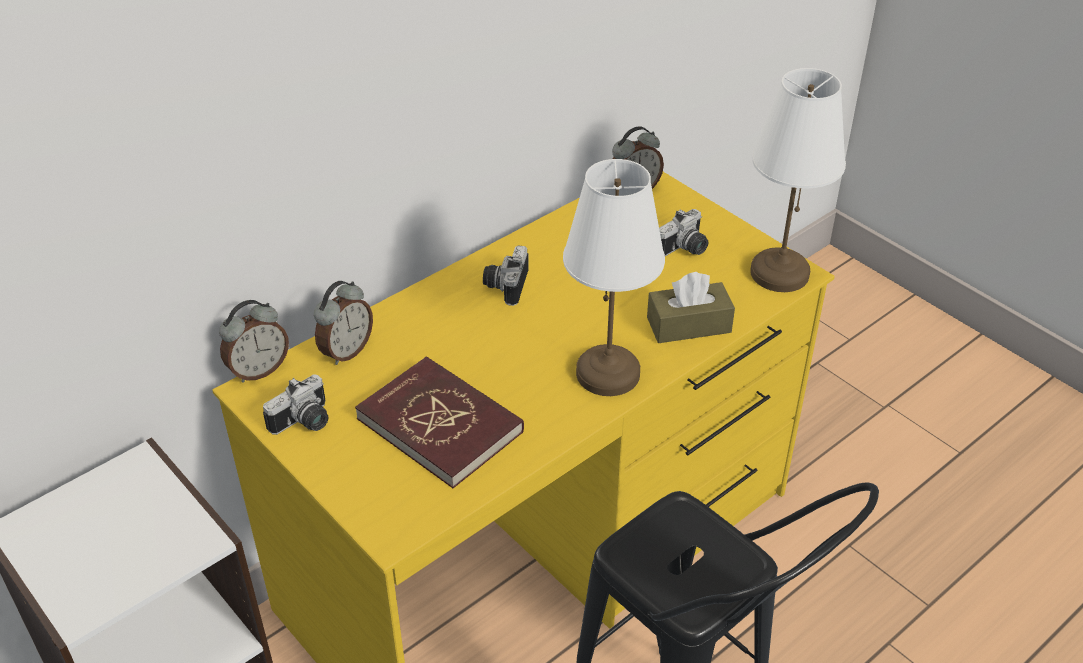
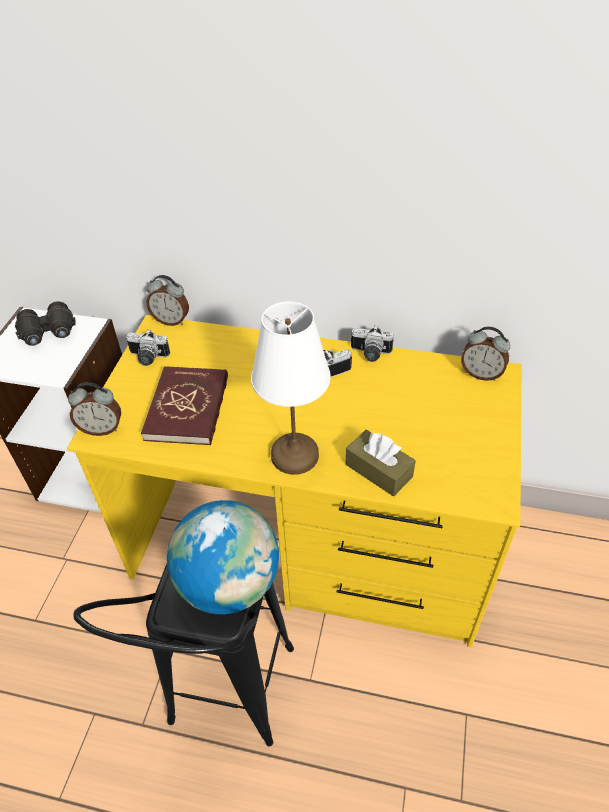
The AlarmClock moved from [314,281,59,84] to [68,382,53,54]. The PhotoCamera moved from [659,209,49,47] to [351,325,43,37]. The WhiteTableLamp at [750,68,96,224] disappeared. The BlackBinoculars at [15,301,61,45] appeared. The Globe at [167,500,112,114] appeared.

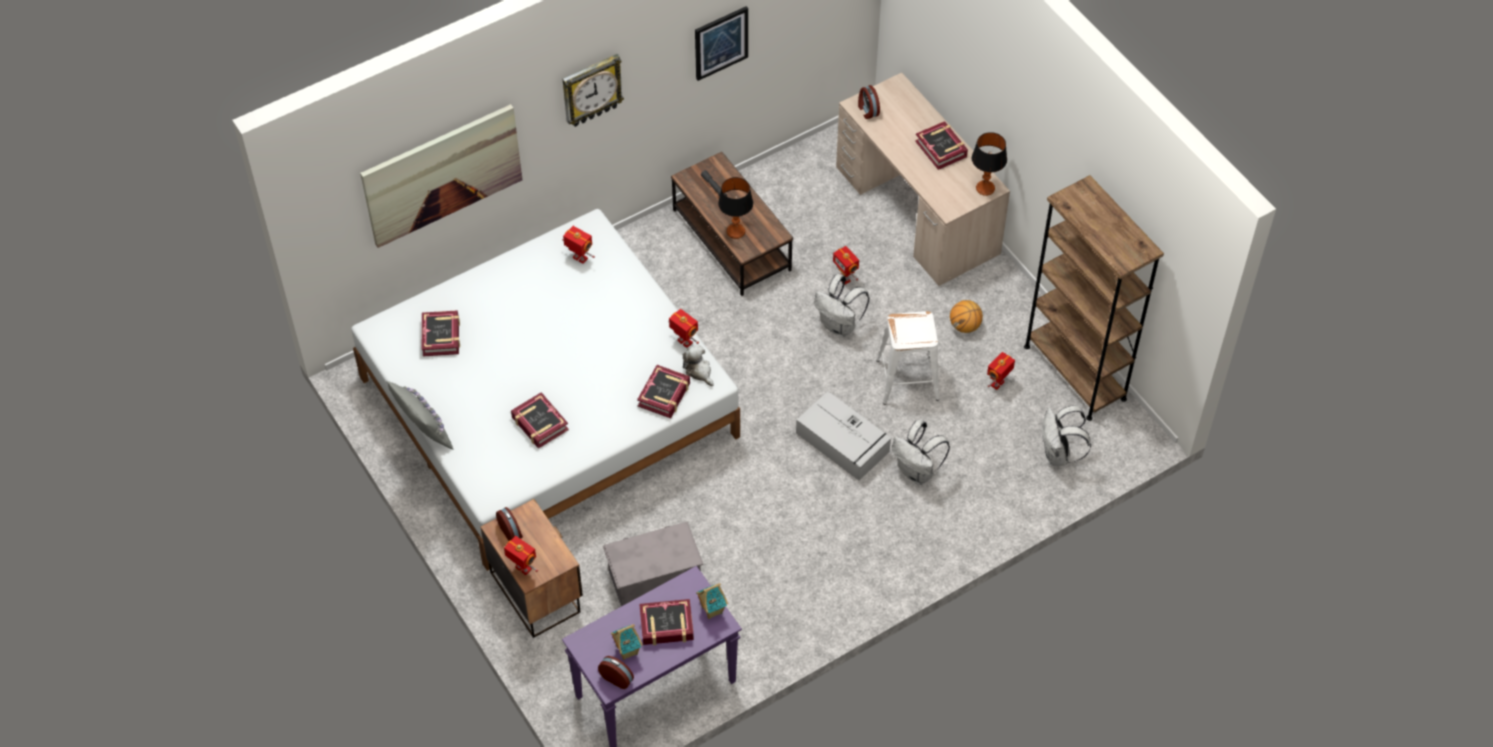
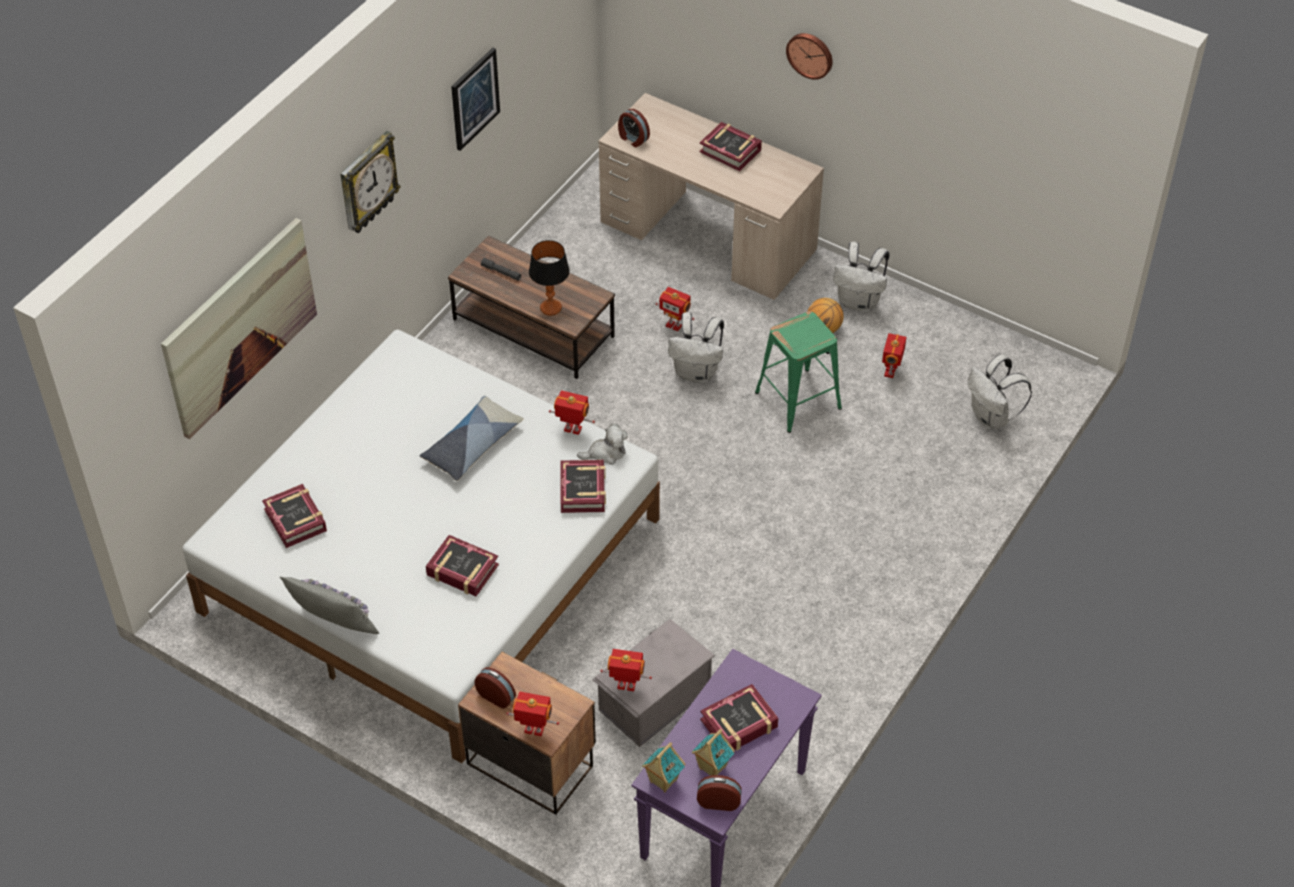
The ToyRobot moved from [562,226,33,38] to [600,649,52,42]. The PlushToy at [683,345,31,41] turned 135 degrees clockwise. The ToyHouse moved from [696,583,32,36] to [642,742,43,51]. The GreyStorageBox at [796,392,96,89] disappeared. The WhiteStool at [877,311,62,94] became the GreenStool at [755,311,87,122]. The WhiteBackpack moved from [892,420,58,65] to [833,242,57,70]. The TableLamp at [972,132,35,64] disappeared. The BrownBookcase at [1024,175,140,246] disappeared. The Pillow at [419,396,104,85] appeared. The WallClock at [786,33,47,47] appeared.

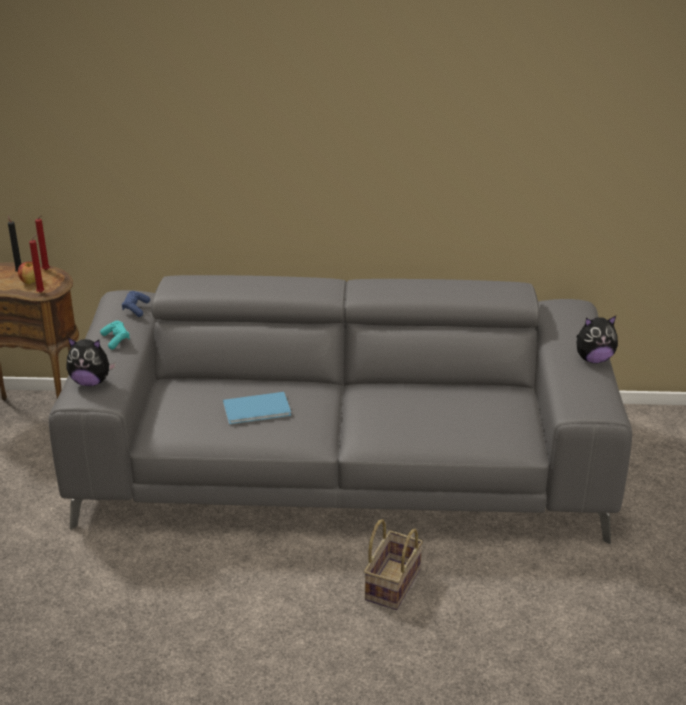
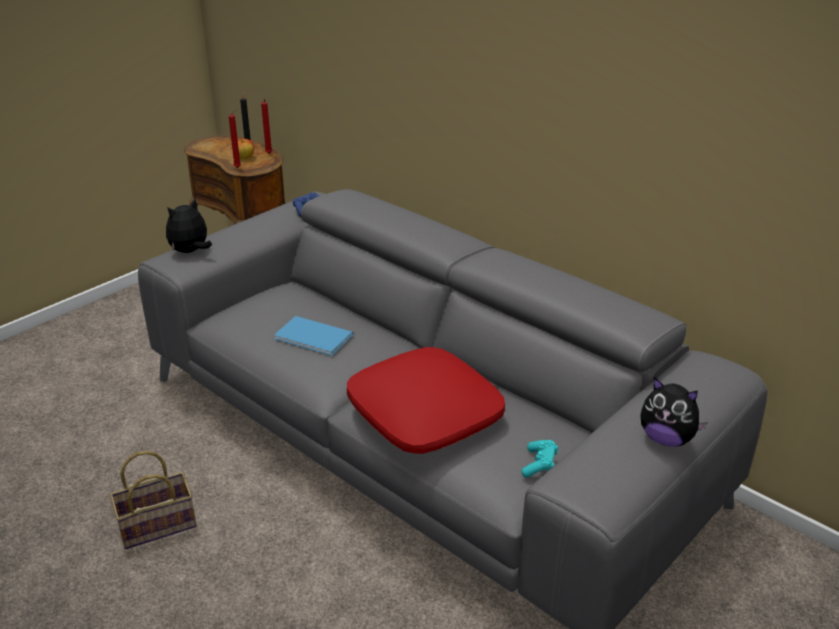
The PlushToy at [66,338,50,48] turned 90 degrees clockwise. The TurquoiseGameController moved from [100,321,30,29] to [521,440,37,38]. The Basket moved from [364,519,59,91] to [110,451,87,98]. The RedPillow at [347,347,158,107] appeared.

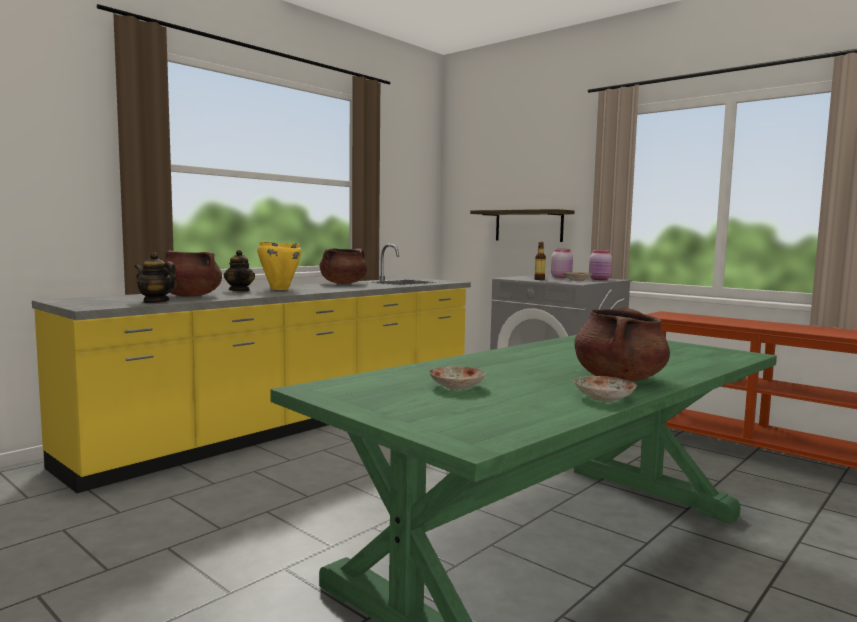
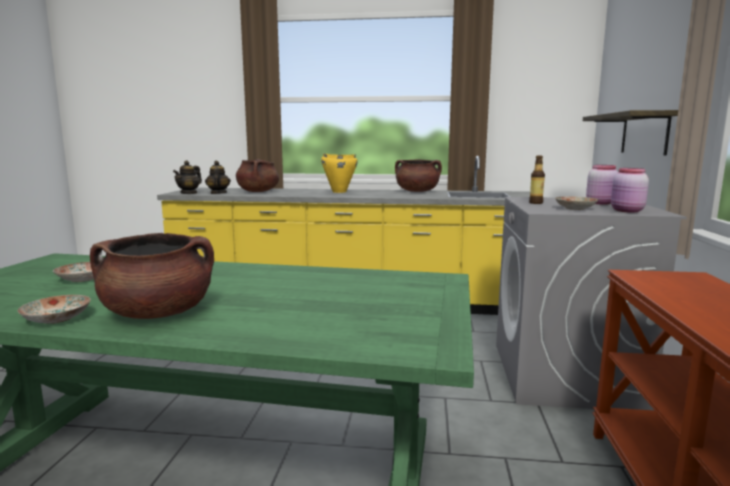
The Teapot moved from [224,250,31,42] to [173,160,29,34].

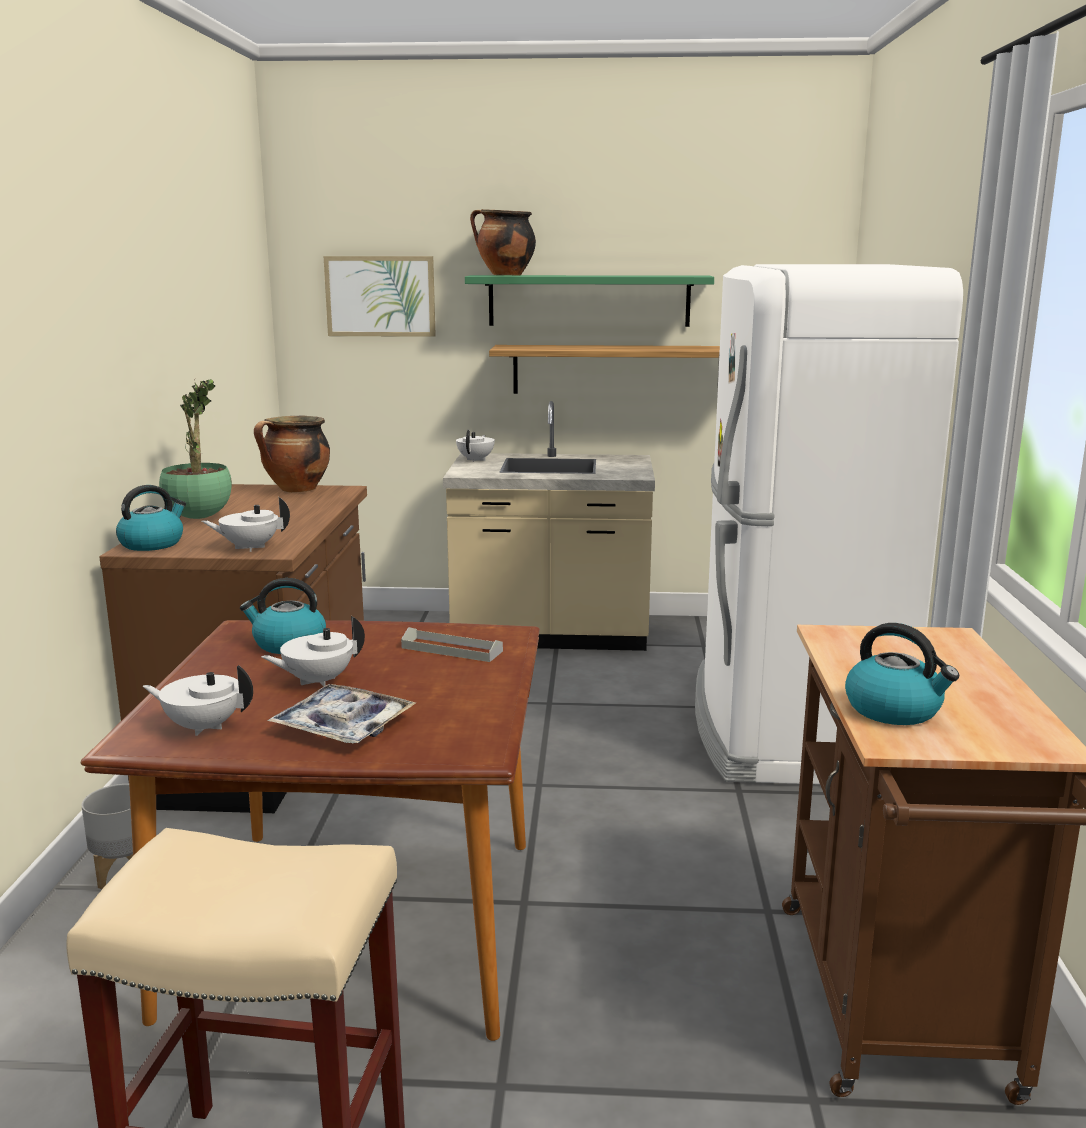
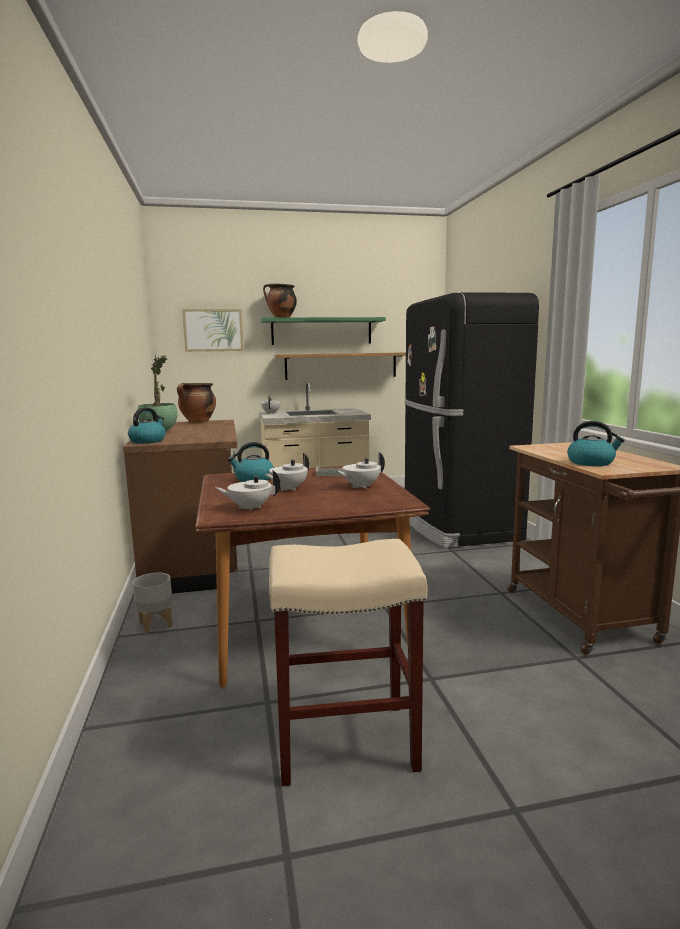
The WhiteTeapot moved from [202,497,88,55] to [335,452,50,37]. The Tray at [267,684,149,59] disappeared. The WhiteFridge at [695,264,268,520] became the BlackFridge at [405,292,134,256].

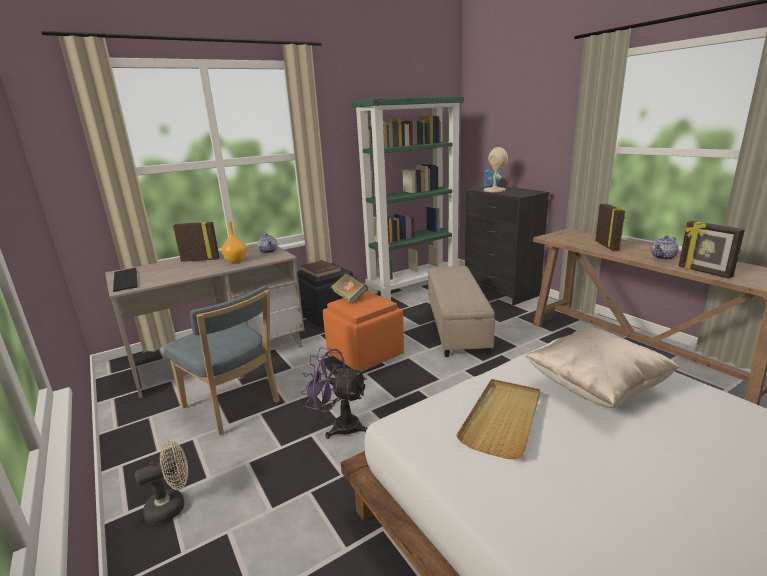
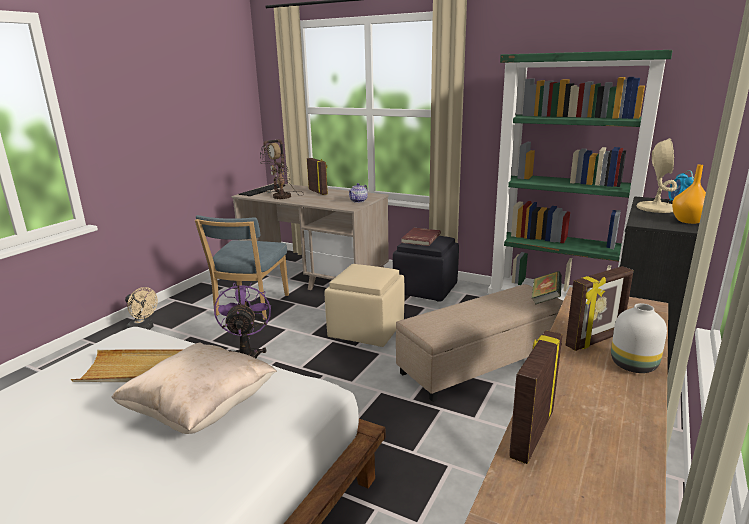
The OrangeVase moved from [221,222,26,41] to [672,165,34,59]. The OrangeOttoman at [323,291,81,81] became the BeigeOttoman at [325,264,79,83]. The Book moved from [331,273,37,31] to [532,271,30,34]. The Teapot at [651,236,28,24] disappeared. The TableLamp at [260,140,44,59] appeared. The WhiteVase at [611,303,56,70] appeared.

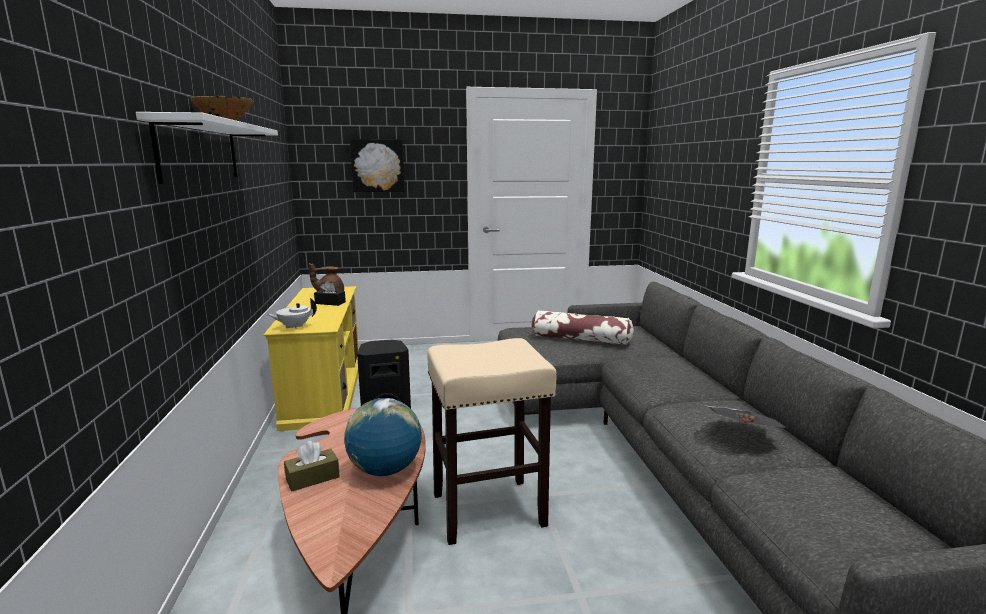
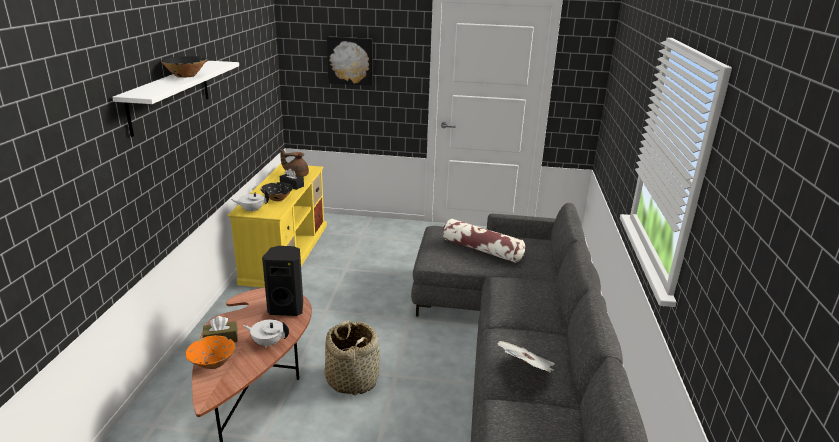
The Globe at [344,398,78,78] was replaced by the WhiteTeapot at [243,319,46,29]. The BeigeStool at [427,338,130,207] was replaced by the Basket at [325,320,55,76]. The OrangeBowl at [186,335,49,34] appeared. The BlackBowl at [260,182,33,19] appeared.

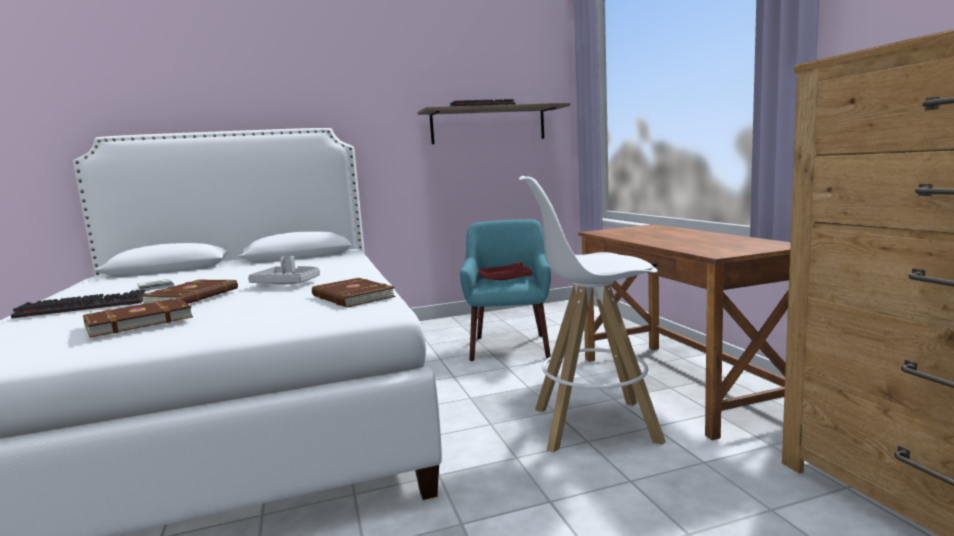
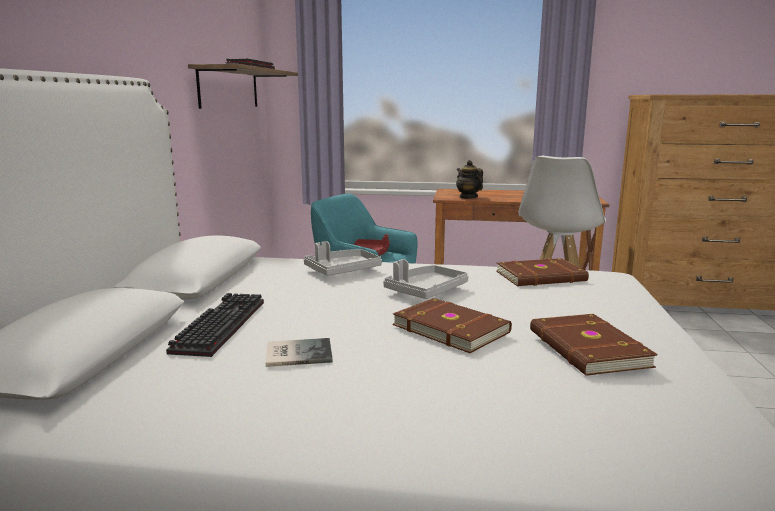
The Keyboard moved from [11,289,136,29] to [166,293,98,64]. The GreyTray at [304,241,78,35] appeared. The Teapot at [456,160,27,39] appeared.

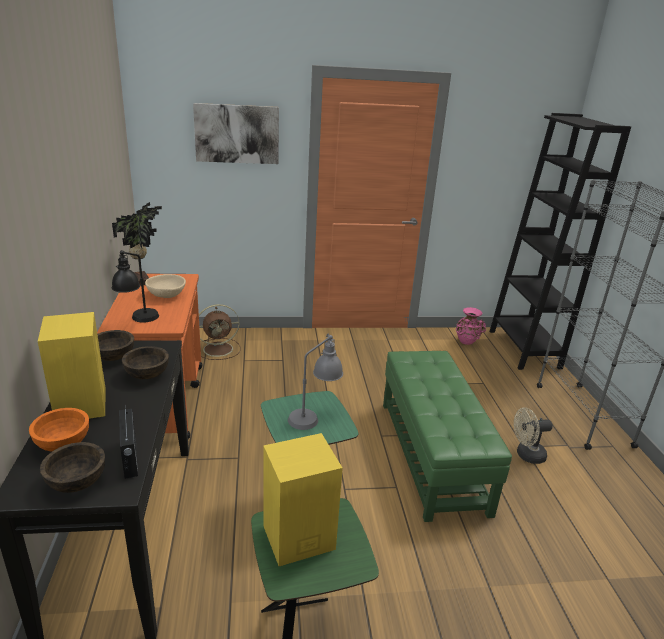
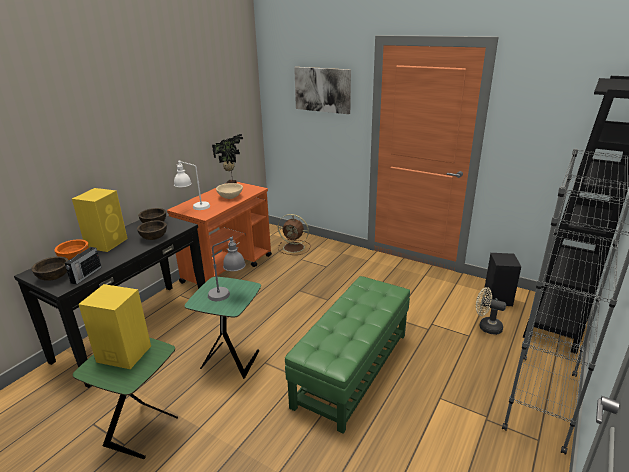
The BlackTableLamp at [112,250,47,72] became the WhiteTableLamp at [174,160,36,50]. The PinkVase at [456,307,30,38] was replaced by the BlackSpeaker at [484,253,37,53]. The BeigeFan moved from [514,407,39,57] to [476,287,30,48].

